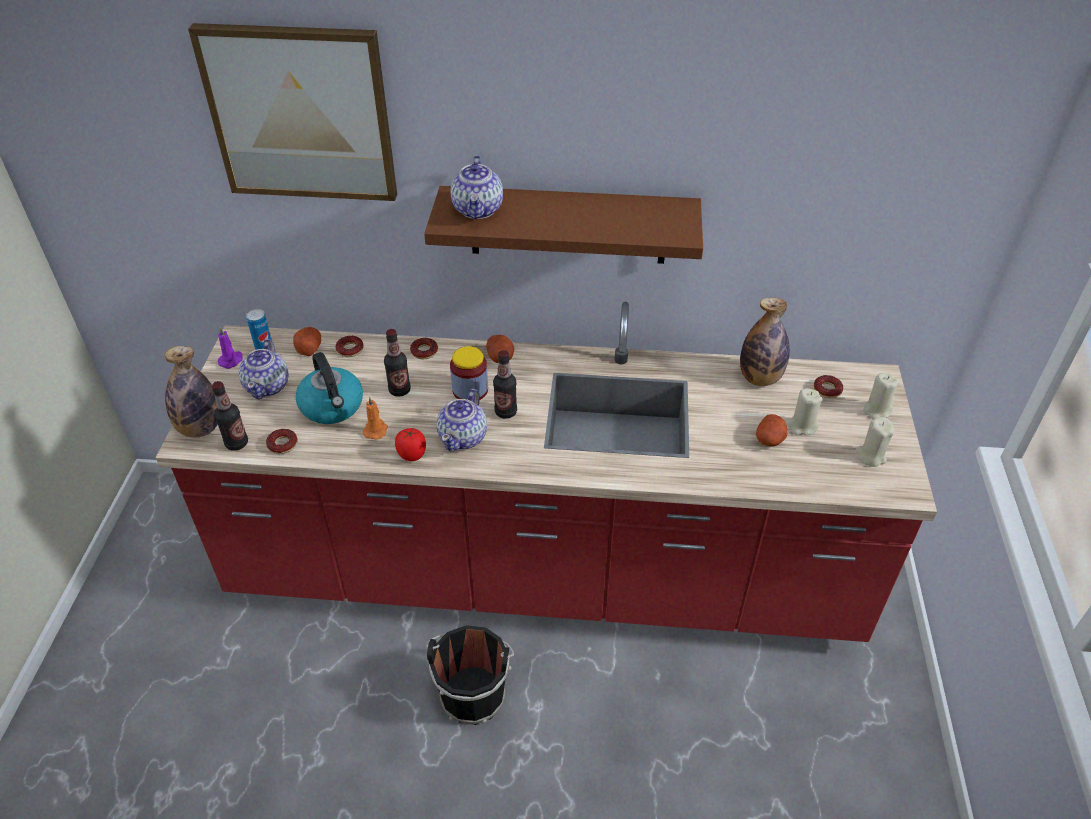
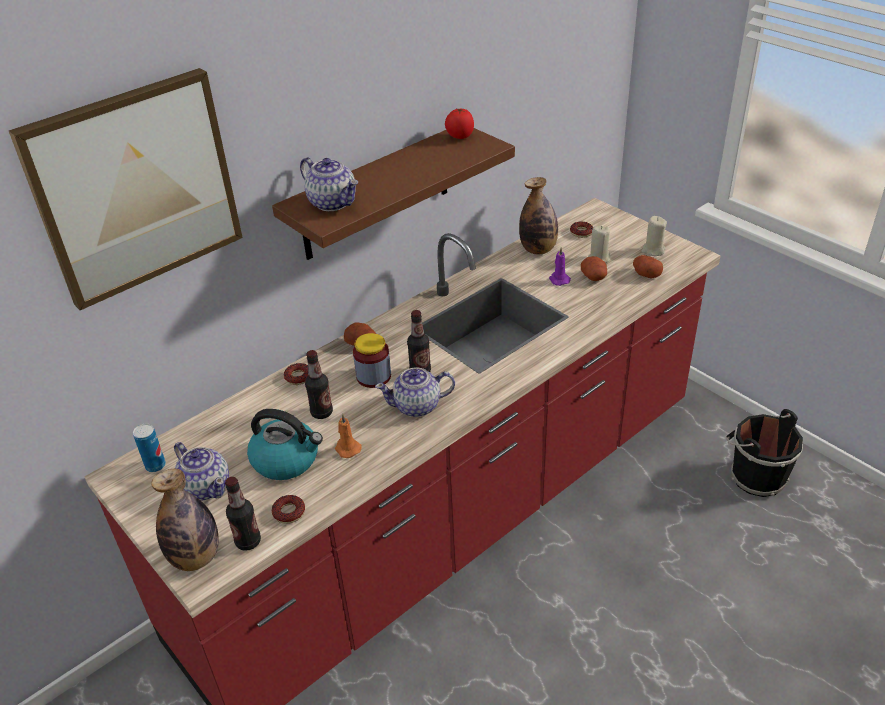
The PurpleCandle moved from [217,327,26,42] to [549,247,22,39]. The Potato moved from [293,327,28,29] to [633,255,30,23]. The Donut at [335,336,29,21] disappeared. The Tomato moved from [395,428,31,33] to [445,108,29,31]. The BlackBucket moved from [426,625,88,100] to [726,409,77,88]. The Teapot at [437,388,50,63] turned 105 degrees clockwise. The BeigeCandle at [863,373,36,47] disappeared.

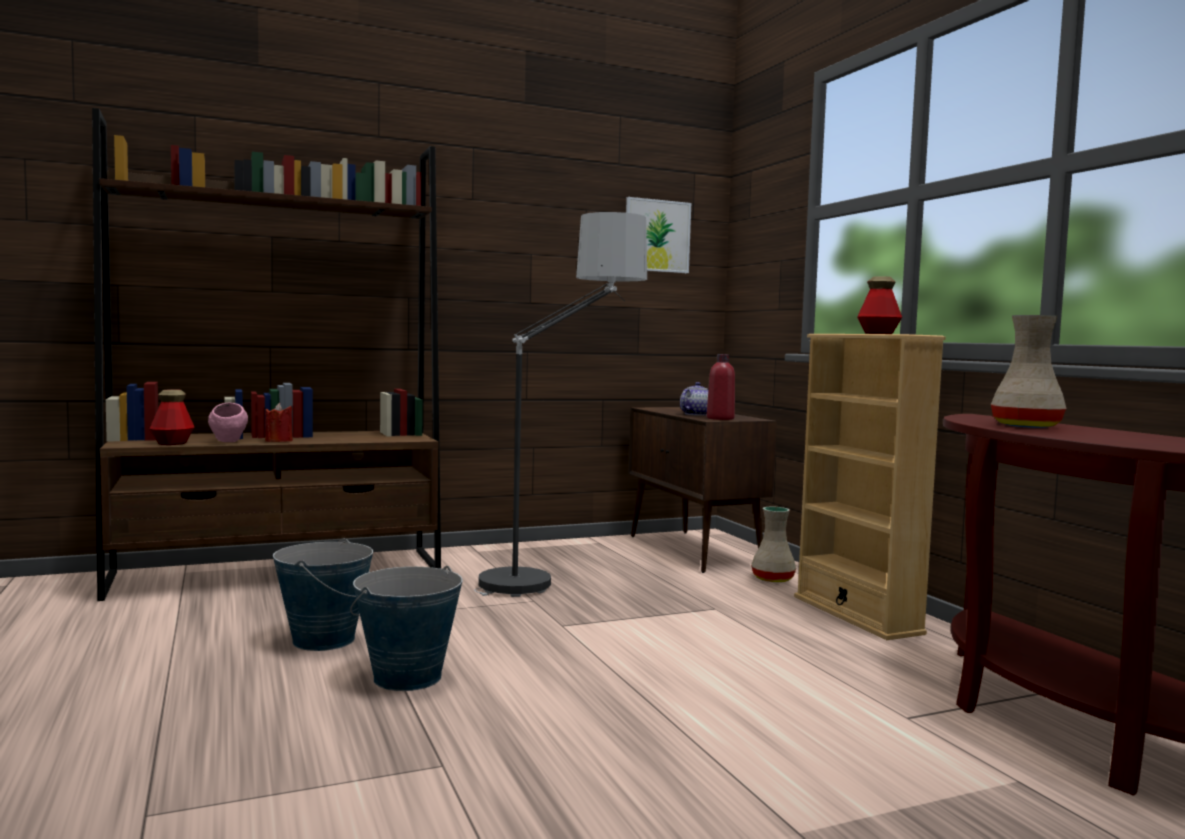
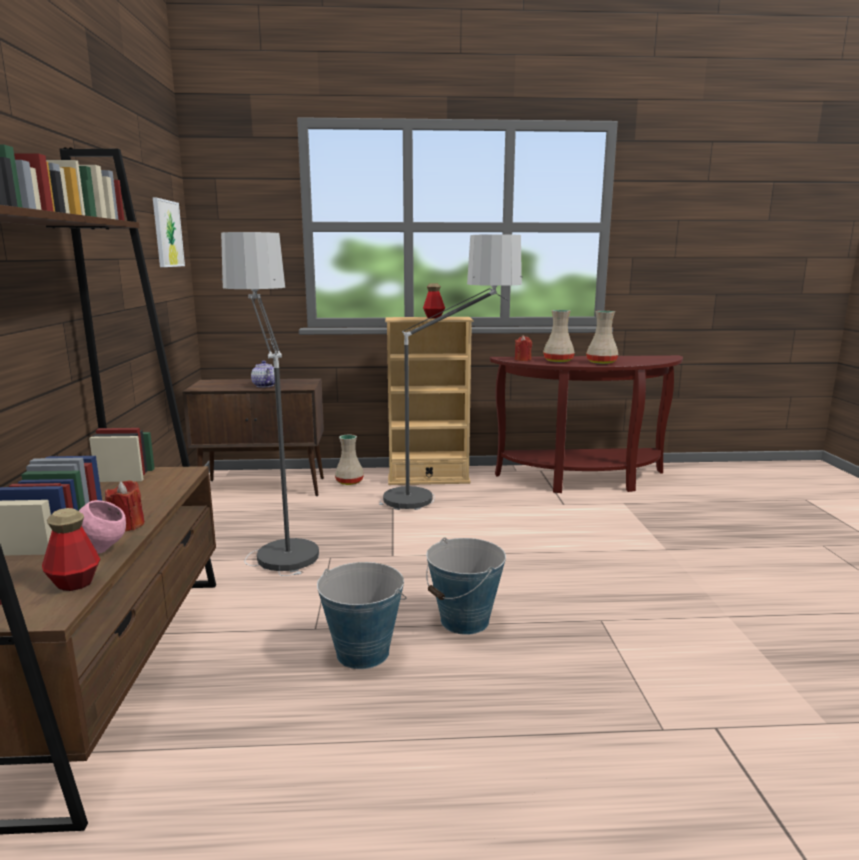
The RedBottle at [707,354,28,66] disappeared. The FloorLamp at [379,234,144,276] appeared. The RedCandle at [515,335,17,26] appeared. The BeigeVase at [586,311,32,53] appeared.

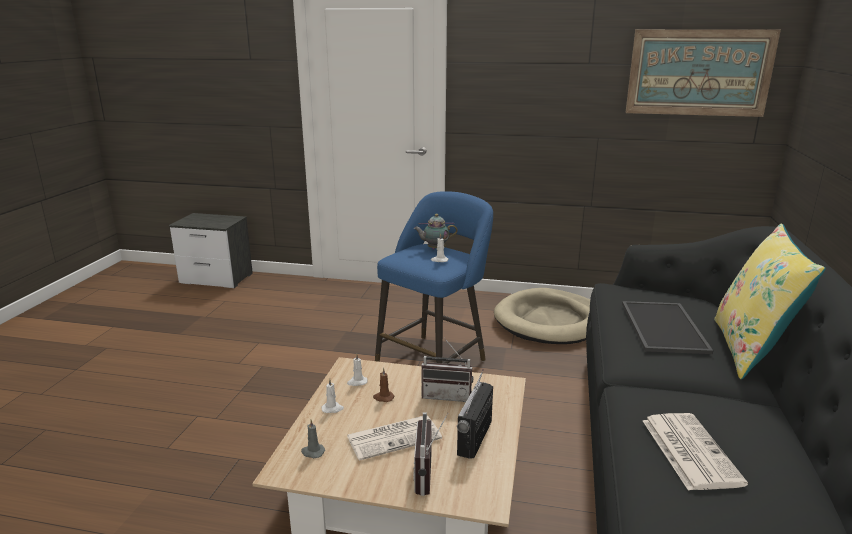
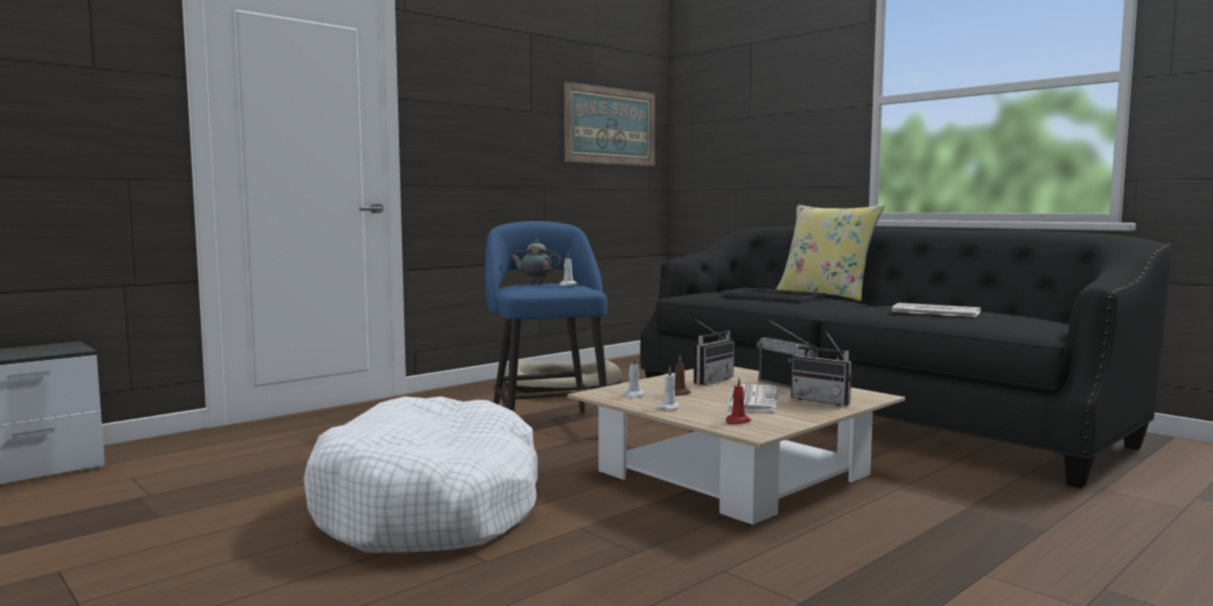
The GreyCandle at [301,420,24,38] became the RedCandle at [726,378,25,47]. The Teapot at [414,214,44,35] turned 60 degrees clockwise. The WhiteDogBed at [304,396,234,157] appeared.

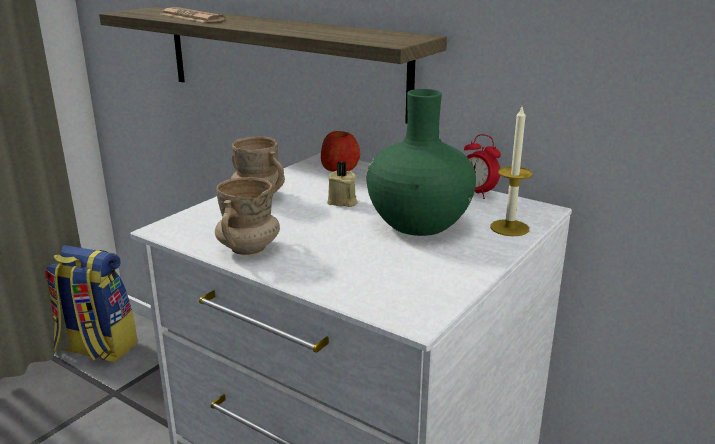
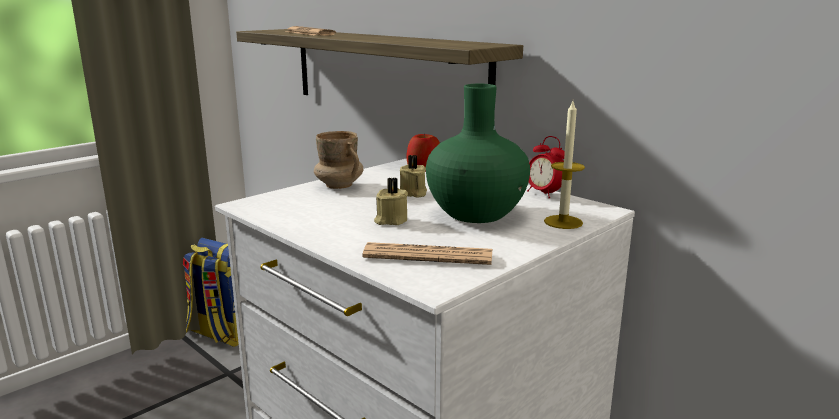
The BeigeMug at [215,177,65,78] disappeared. The Newspaper at [362,242,130,23] appeared. The BeigeCandle at [374,178,34,47] appeared.

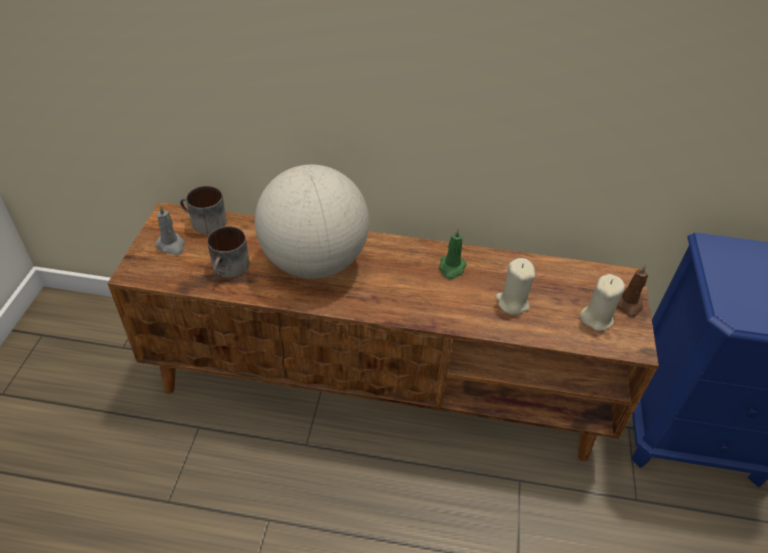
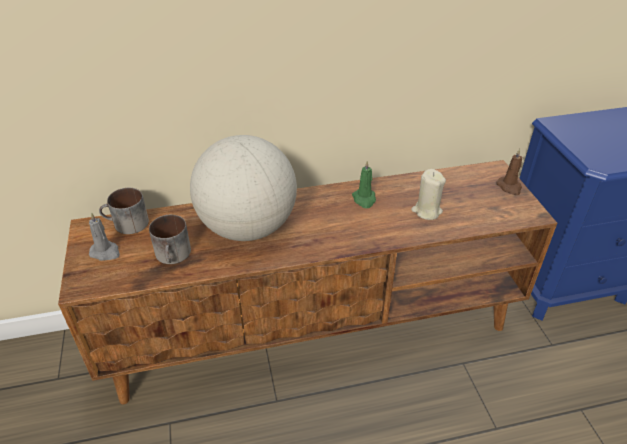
The BeigeCandle at [580,274,45,57] disappeared.

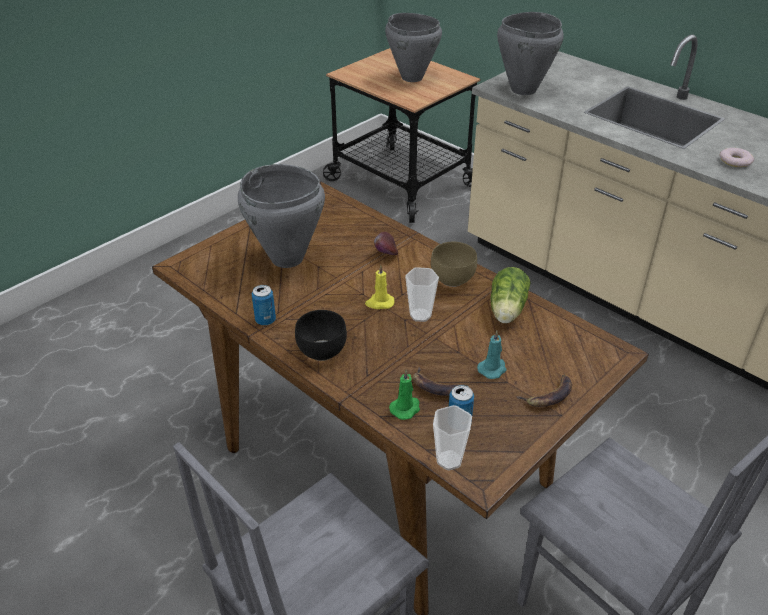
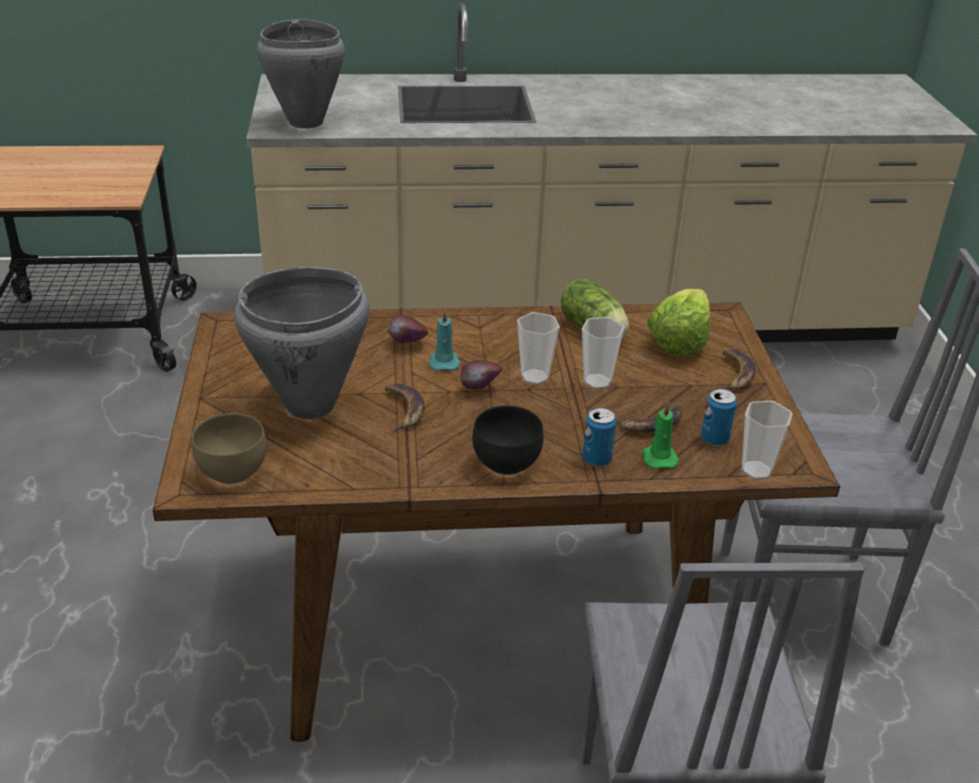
The Can moved from [252,285,24,41] to [582,408,35,59]. The YellowCandle at [365,265,30,44] was replaced by the Apple at [460,360,43,30]. The GreyCookingPot at [385,13,57,69] disappeared. The BrownBowl moved from [431,242,46,45] to [192,413,75,71]. The TurquoiseCandle moved from [477,331,30,48] to [429,309,31,62]. The Donut at [720,148,34,19] disappeared. The Banana at [385,383,39,51] appeared. The Cup at [582,317,43,72] appeared. The Lettuce at [647,289,64,68] appeared.

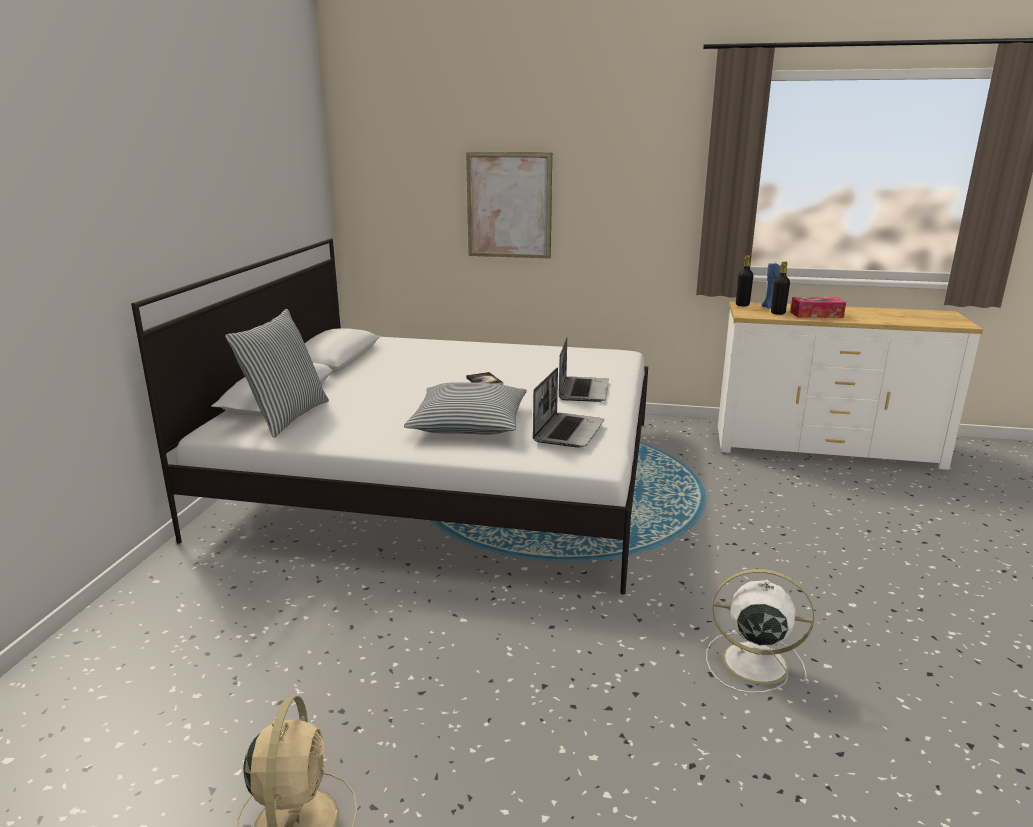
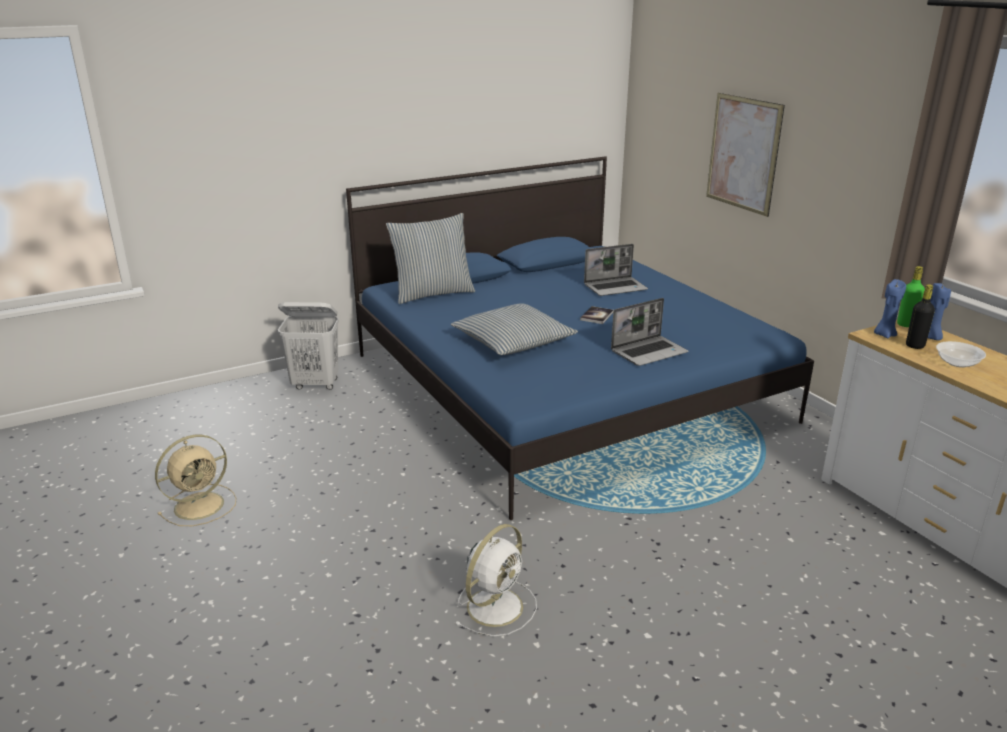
The WhiteBed at [131,238,517,357] became the BlueBed at [346,156,468,364]. The Laptop moved from [533,368,71,80] to [584,244,64,52]. The WhiteFan at [706,569,108,124] turned 60 degrees clockwise. The BlackBottle at [736,255,17,51] became the GreenBottle at [897,266,28,61]. The TissueBox at [790,297,56,21] was replaced by the Bowl at [936,341,50,27]. The WhiteLaundryBasket at [278,302,61,88] appeared. The BlueCandle at [874,279,32,59] appeared.

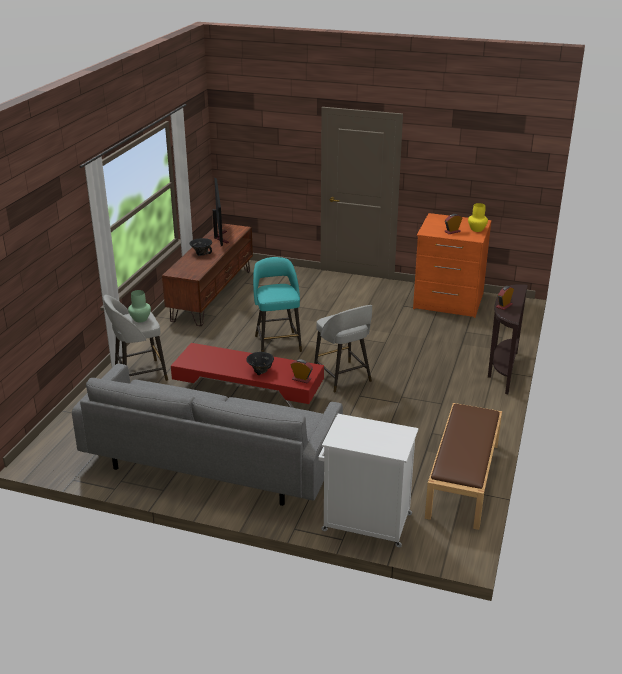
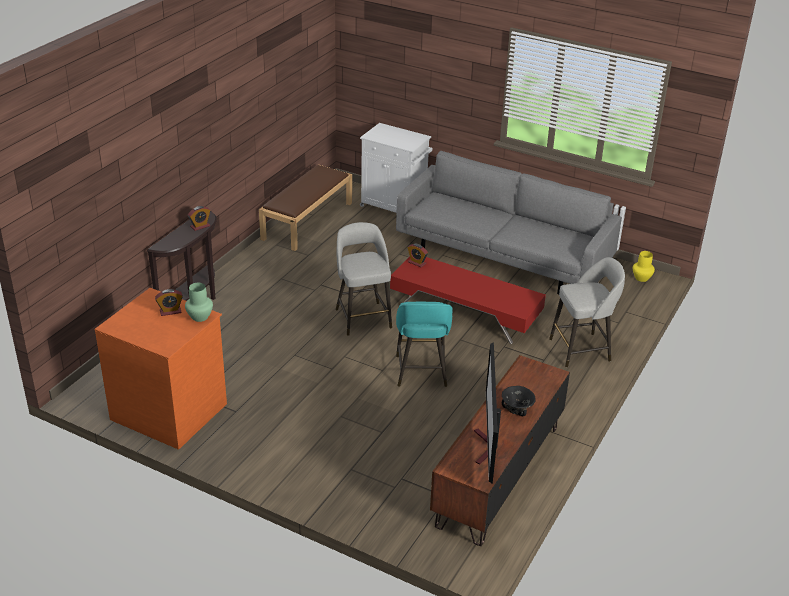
The GreenVase moved from [128,290,23,32] to [185,283,28,39]. The BlackBowl at [246,352,28,23] disappeared. The YellowVase moved from [468,203,20,29] to [633,251,22,31].

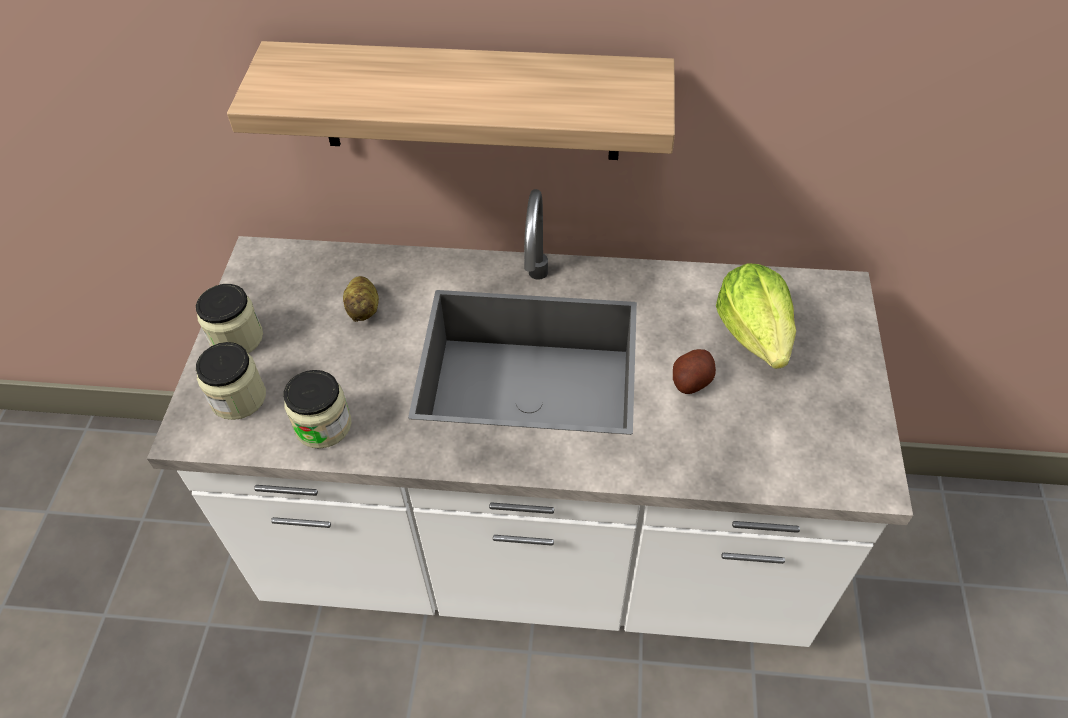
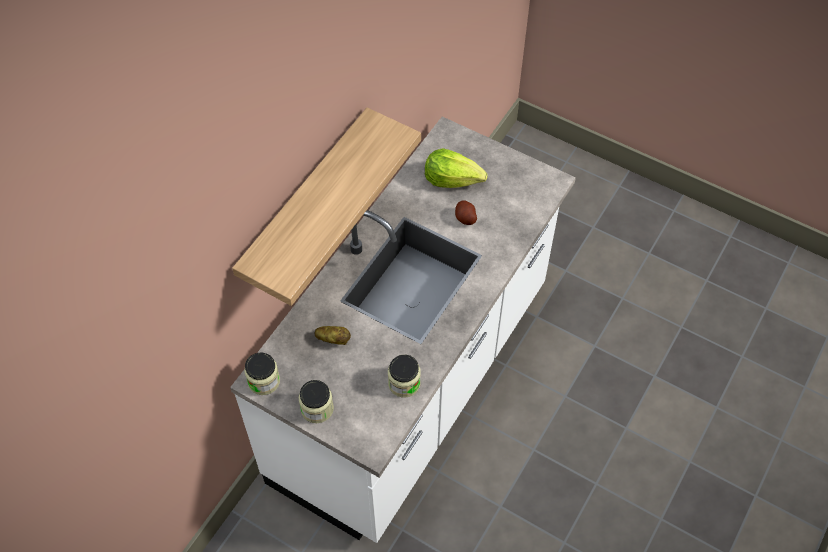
The Jar moved from [196,342,70,78] to [245,353,35,42].

